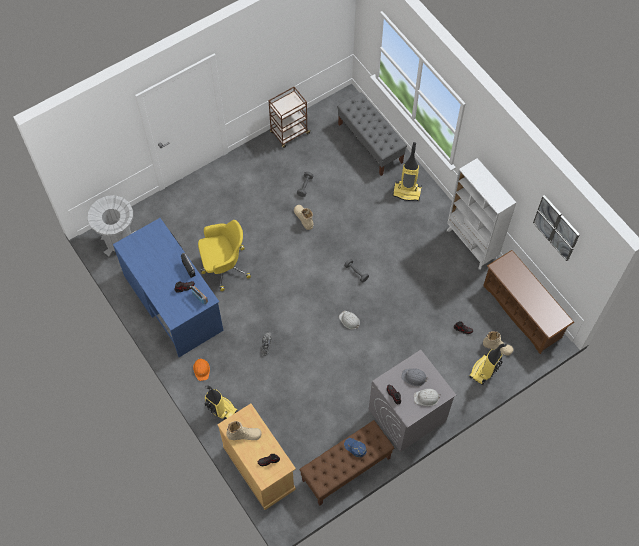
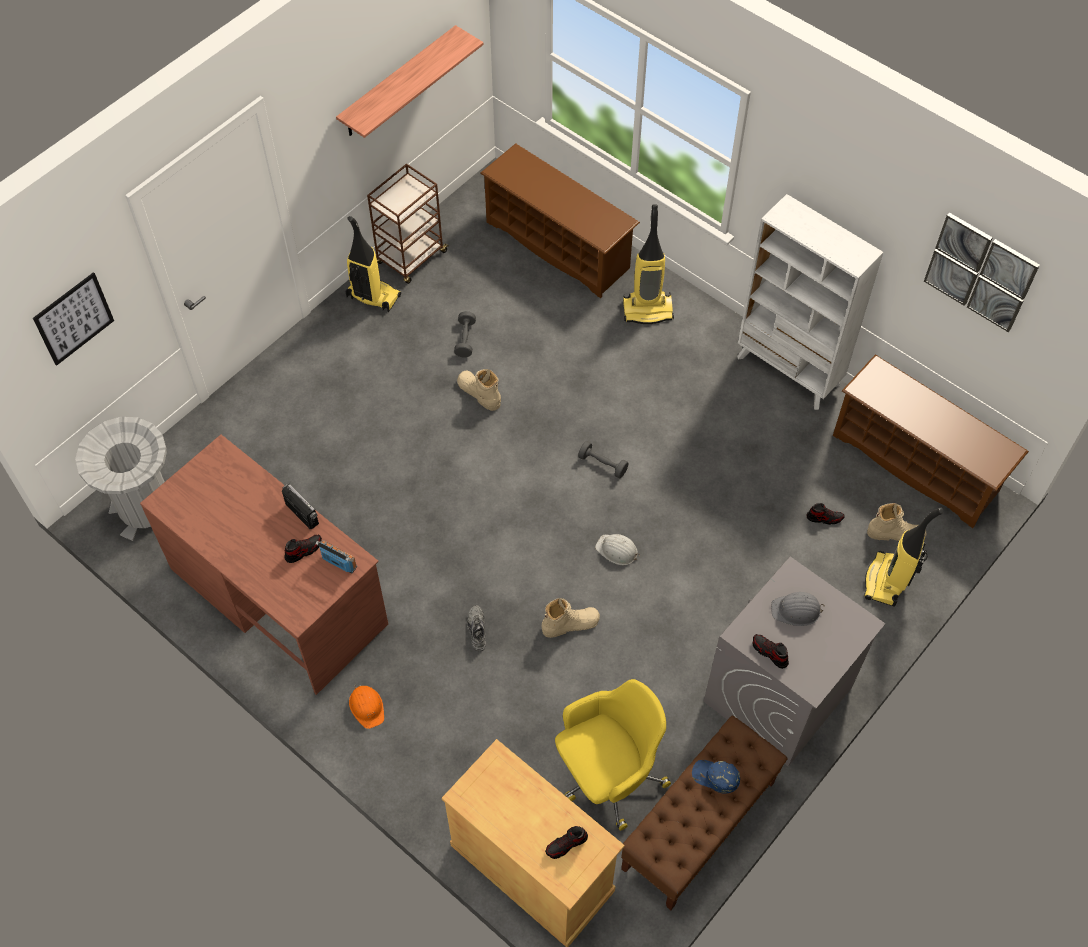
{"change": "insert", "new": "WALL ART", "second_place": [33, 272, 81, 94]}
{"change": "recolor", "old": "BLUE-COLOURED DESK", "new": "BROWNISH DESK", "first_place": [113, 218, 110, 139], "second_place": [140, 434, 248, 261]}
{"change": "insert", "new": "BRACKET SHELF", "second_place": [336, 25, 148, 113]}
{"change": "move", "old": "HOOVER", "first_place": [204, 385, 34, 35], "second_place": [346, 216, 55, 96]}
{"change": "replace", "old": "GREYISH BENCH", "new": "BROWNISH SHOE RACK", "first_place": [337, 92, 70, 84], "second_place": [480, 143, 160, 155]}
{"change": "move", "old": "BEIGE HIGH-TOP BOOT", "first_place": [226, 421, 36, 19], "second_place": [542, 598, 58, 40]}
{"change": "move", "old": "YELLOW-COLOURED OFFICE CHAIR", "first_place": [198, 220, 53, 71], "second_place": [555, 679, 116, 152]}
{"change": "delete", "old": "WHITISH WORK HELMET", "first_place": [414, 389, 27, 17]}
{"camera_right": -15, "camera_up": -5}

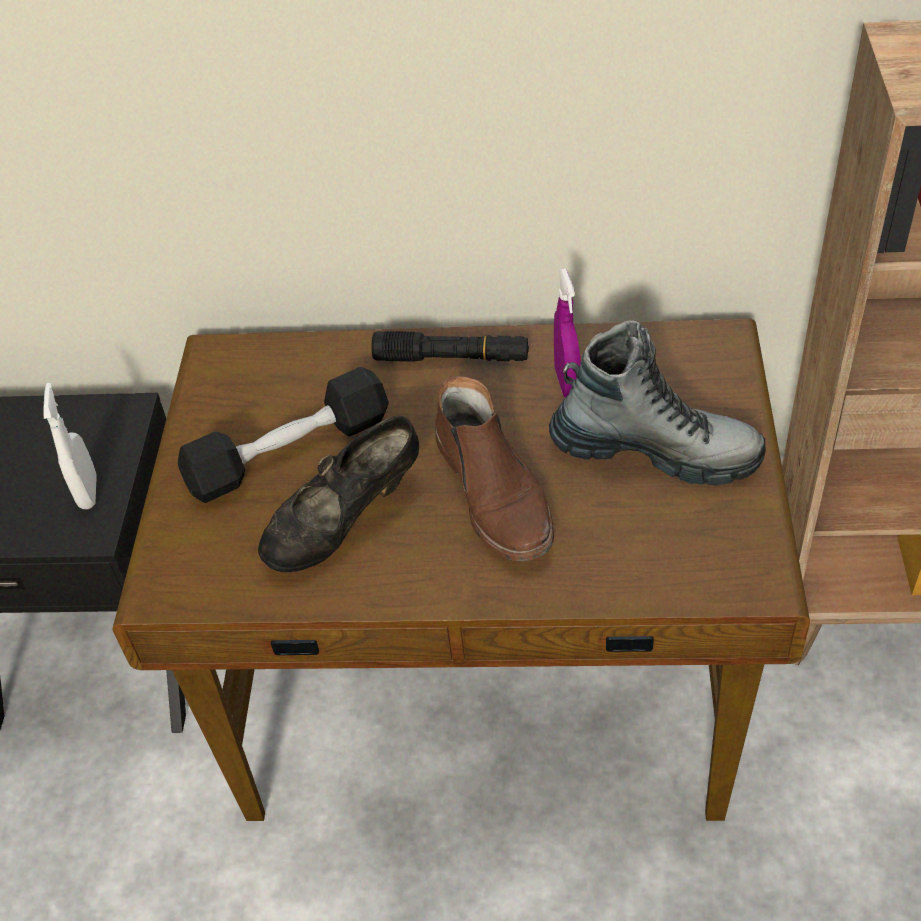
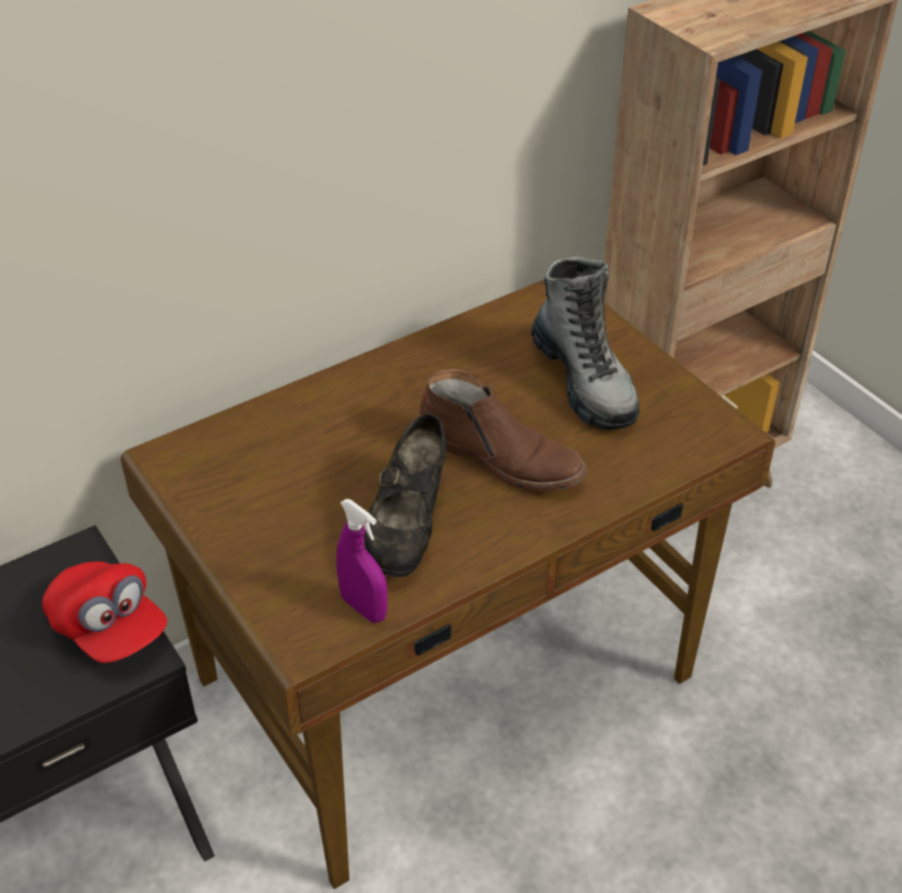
{"change": "replace", "old": "WHITISH SPRAYER", "new": "RED BASEBALL CAP", "first_place": [43, 383, 54, 126], "second_place": [42, 561, 125, 102]}
{"change": "move", "old": "PURPLISH SPRAYER", "first_place": [554, 268, 27, 129], "second_place": [336, 499, 51, 124]}
{"change": "rotate", "old": "HIGH-TOP BOOT", "first_place": [549, 320, 217, 165], "second_place": [531, 256, 109, 174], "degrees": 90}
{"change": "delete", "old": "BLACK-COLOURED HAND WEIGHT", "first_place": [178, 367, 211, 136]}
{"change": "delete", "old": "BLACK-COLOURED HAND TORCH", "first_place": [371, 331, 158, 31]}
{"camera_right": -40, "camera_up": -5}

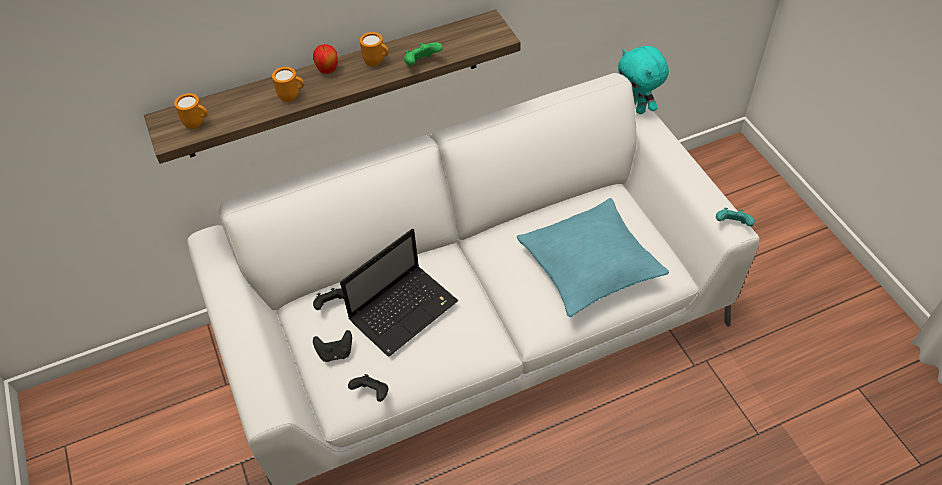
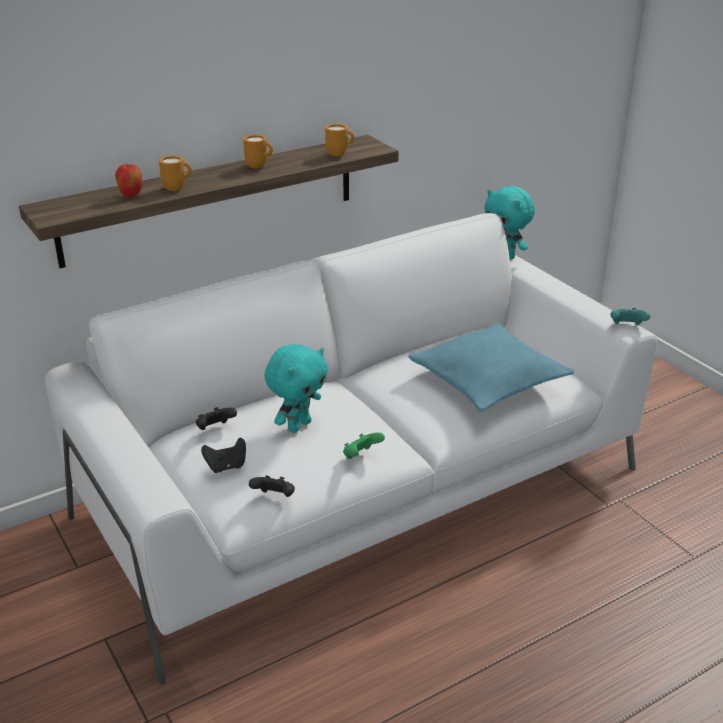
{"change": "move", "old": "APPLE FRUIT", "first_place": [313, 44, 25, 30], "second_place": [115, 163, 27, 34]}
{"change": "replace", "old": "LAPTOP", "new": "TURQUOISE-COLOURED SOFT TOY", "first_place": [340, 229, 119, 128], "second_place": [264, 344, 64, 89]}
{"change": "move", "old": "ORANGEY TEA MUG", "first_place": [174, 93, 34, 36], "second_place": [325, 124, 30, 33]}
{"change": "move", "old": "GREEN GAMEPAD", "first_place": [404, 43, 39, 23], "second_place": [343, 432, 42, 27]}
{"camera_right": -10, "camera_up": -20}

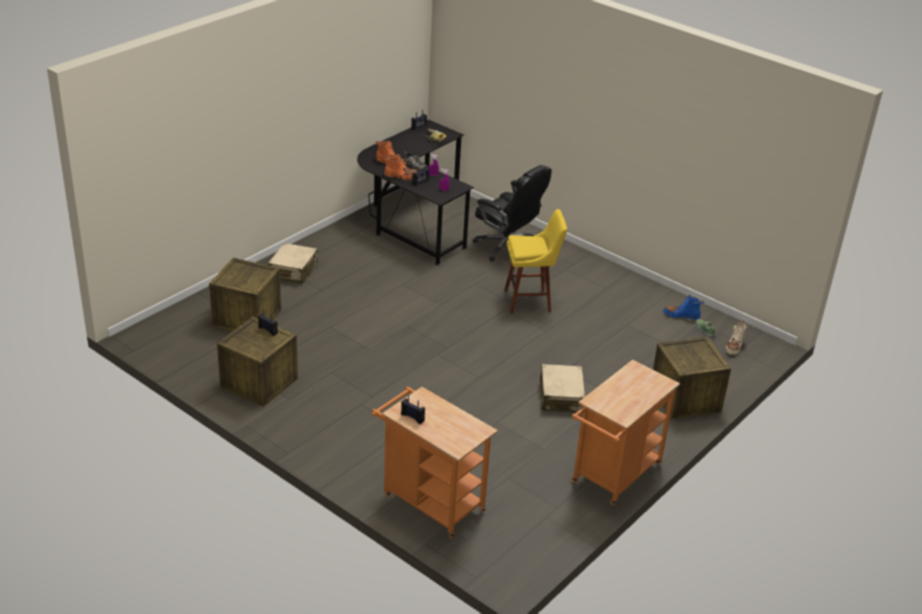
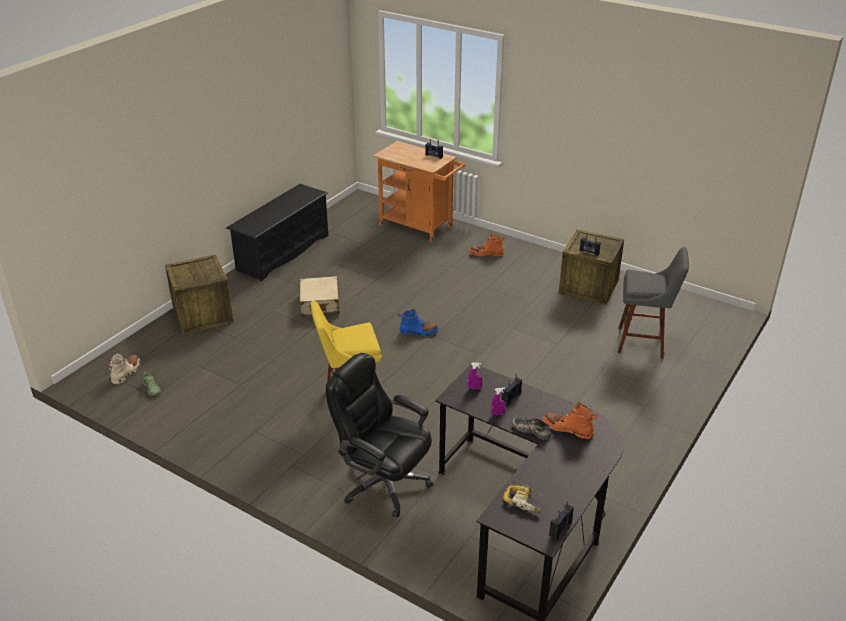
{"change": "replace", "old": "ORANGEY WHEELED CART", "new": "BLACK-COLOURED SHOE RACK", "first_place": [571, 360, 109, 145], "second_place": [226, 184, 102, 97]}
{"change": "move", "old": "BLUE-COLOURED HIGH-TOP BOOT", "first_place": [663, 295, 41, 25], "second_place": [398, 309, 41, 27]}
{"change": "move", "old": "ORANGEY HIGH-TOP BOOT", "first_place": [384, 154, 33, 26], "second_place": [469, 233, 36, 23]}
{"change": "replace", "old": "CRATE", "new": "GREYISH STOOL SEAT", "first_place": [209, 258, 72, 73], "second_place": [618, 247, 71, 111]}
{"change": "delete", "old": "BEIGE PIECE OF LUGGAGE", "first_place": [268, 243, 50, 41]}
{"camera_right": 175, "camera_up": 0}

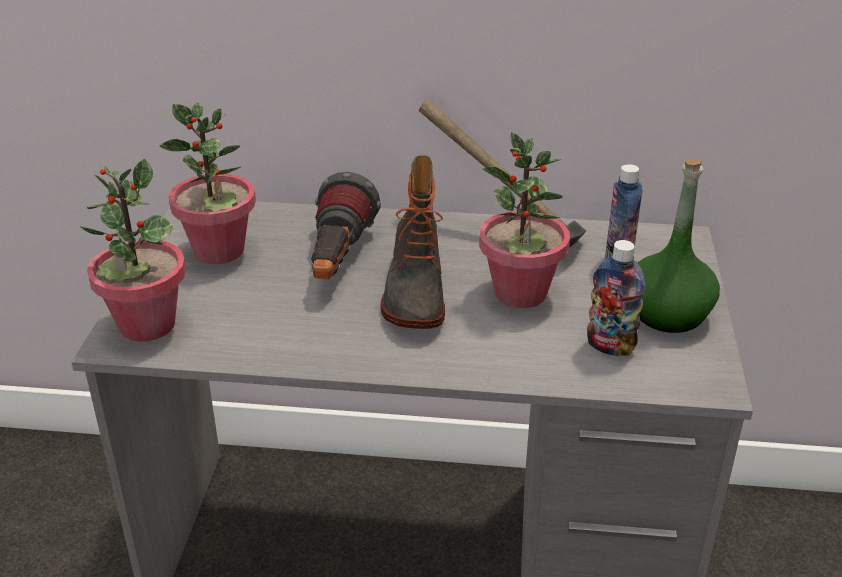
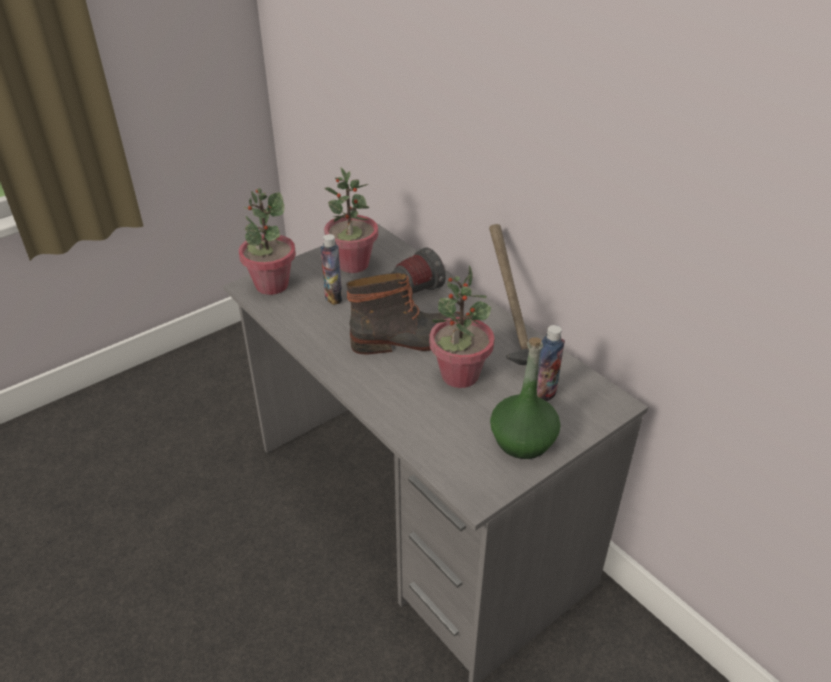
{"change": "move", "old": "BEVERAGE BOTTLE", "first_place": [587, 240, 58, 116], "second_place": [321, 234, 21, 71]}
{"change": "rotate", "old": "HIGH-TOP BOOT", "first_place": [380, 155, 65, 174], "second_place": [346, 273, 114, 81], "degrees": -150}
{"camera_right": 45, "camera_up": 5}

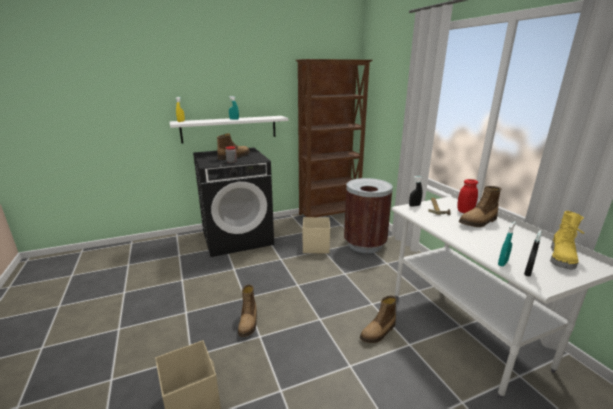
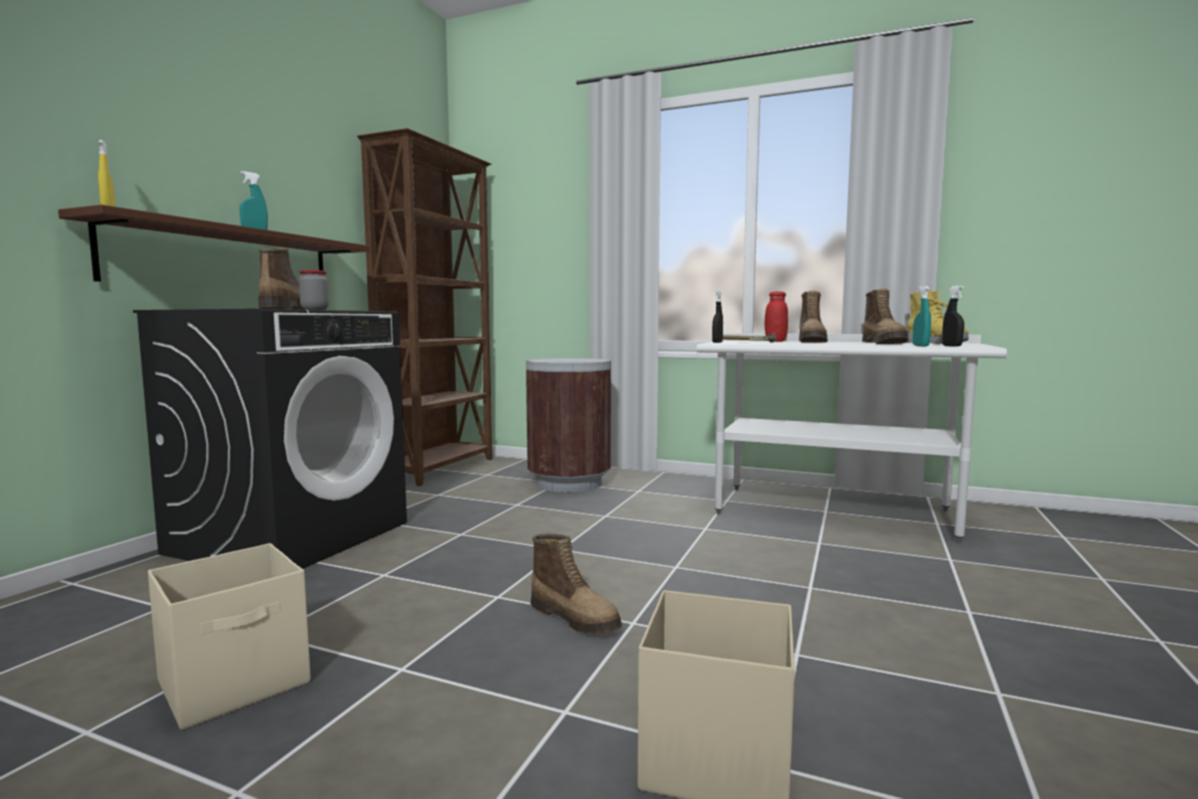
{"change": "recolor", "old": "WHITISH BRACKET SHELF", "new": "BROWNISH BRACKET SHELF", "first_place": [169, 116, 120, 28], "second_place": [58, 205, 312, 77]}
{"change": "move", "old": "BEIGE STORAGE CONTAINER", "first_place": [303, 217, 27, 37], "second_place": [148, 543, 163, 187]}
{"change": "move", "old": "HIGH-TOP BOOT", "first_place": [360, 296, 37, 47], "second_place": [862, 289, 46, 55]}
{"camera_right": -45, "camera_up": -15}

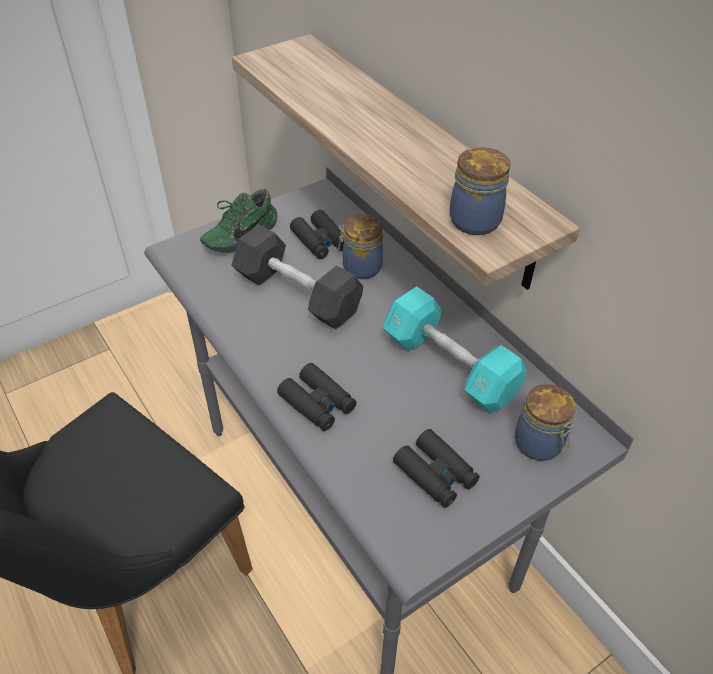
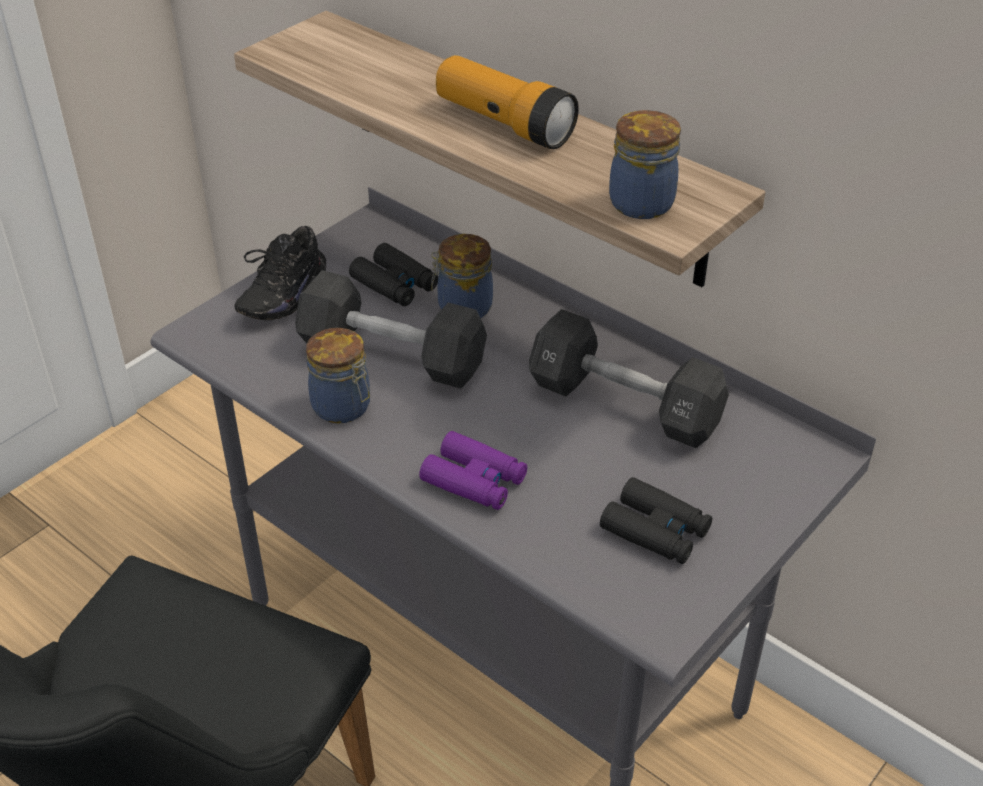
{"change": "recolor", "old": "GREEN SHOE", "new": "BLACK-COLOURED SHOE", "first_place": [200, 189, 77, 64], "second_place": [234, 226, 92, 94]}
{"change": "move", "old": "JAR", "first_place": [515, 384, 60, 77], "second_place": [306, 328, 64, 95]}
{"change": "recolor", "old": "BLACK-COLOURED PAIR OF BINOCULARS", "new": "PURPLISH PAIR OF BINOCULARS", "first_place": [277, 363, 80, 68], "second_place": [419, 431, 108, 79]}
{"change": "insert", "new": "HAND TORCH", "second_place": [436, 55, 143, 94]}
{"change": "recolor", "old": "TURQUOISE-COLOURED HAND WEIGHT", "new": "BLACK-COLOURED HAND WEIGHT", "first_place": [383, 286, 144, 127], "second_place": [529, 309, 200, 139]}
{"camera_right": -15, "camera_up": -5}

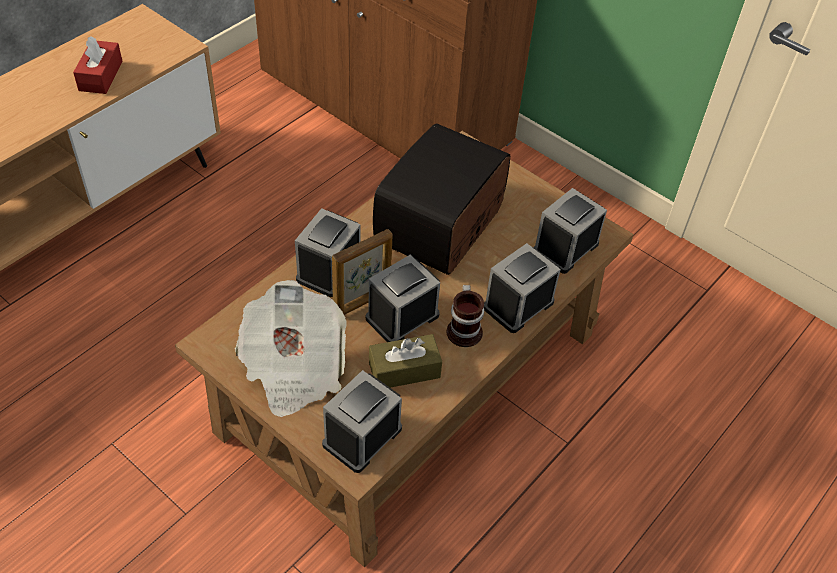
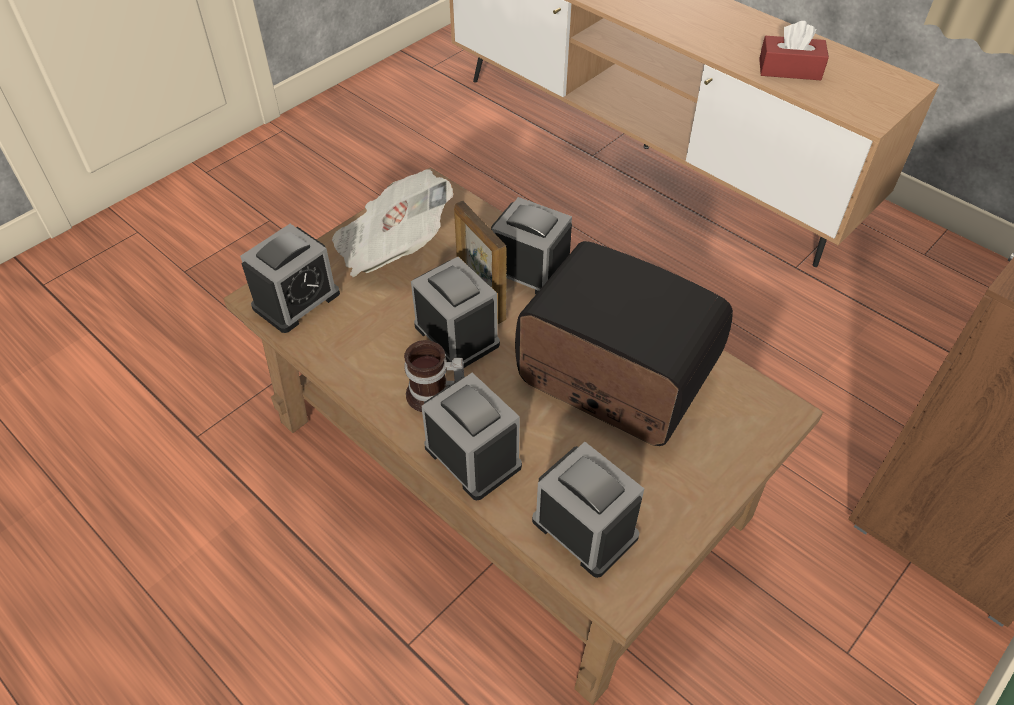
{"change": "rotate", "old": "TABLE CLOCK", "first_place": [322, 370, 80, 103], "second_place": [240, 224, 100, 109], "degrees": 90}
{"change": "delete", "old": "BROWNISH BOX OF TISSUES", "first_place": [369, 334, 73, 54]}
{"camera_right": 95, "camera_up": 0}

